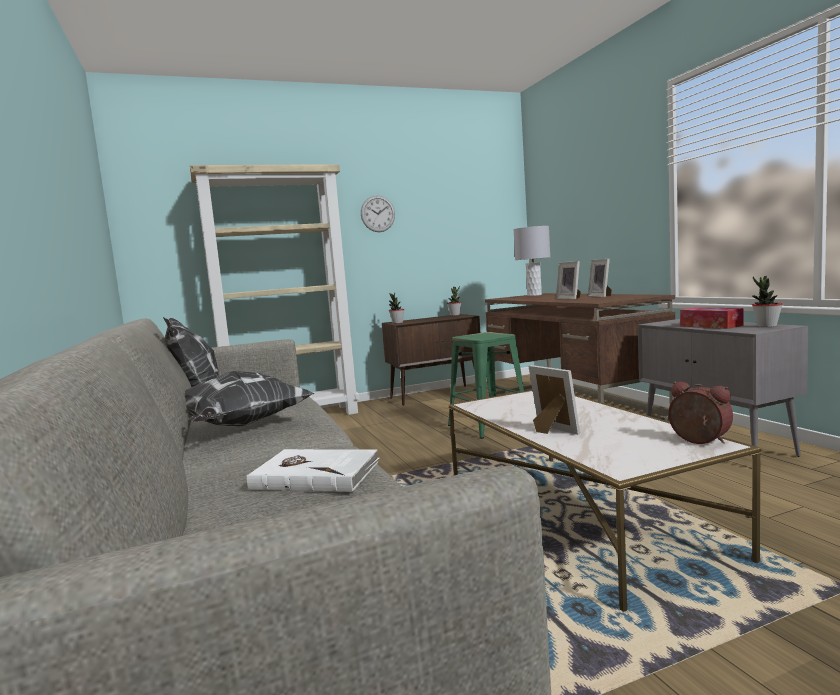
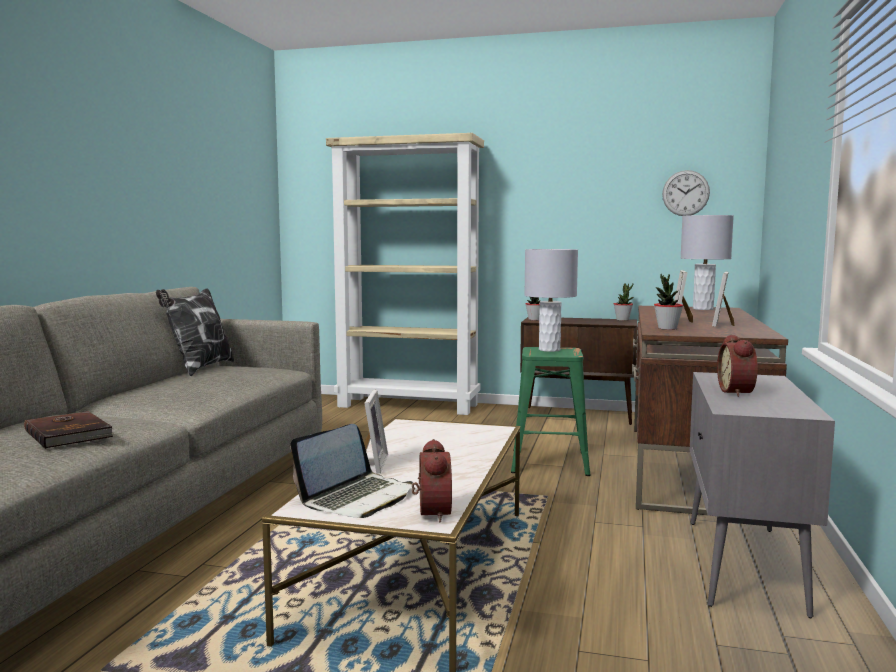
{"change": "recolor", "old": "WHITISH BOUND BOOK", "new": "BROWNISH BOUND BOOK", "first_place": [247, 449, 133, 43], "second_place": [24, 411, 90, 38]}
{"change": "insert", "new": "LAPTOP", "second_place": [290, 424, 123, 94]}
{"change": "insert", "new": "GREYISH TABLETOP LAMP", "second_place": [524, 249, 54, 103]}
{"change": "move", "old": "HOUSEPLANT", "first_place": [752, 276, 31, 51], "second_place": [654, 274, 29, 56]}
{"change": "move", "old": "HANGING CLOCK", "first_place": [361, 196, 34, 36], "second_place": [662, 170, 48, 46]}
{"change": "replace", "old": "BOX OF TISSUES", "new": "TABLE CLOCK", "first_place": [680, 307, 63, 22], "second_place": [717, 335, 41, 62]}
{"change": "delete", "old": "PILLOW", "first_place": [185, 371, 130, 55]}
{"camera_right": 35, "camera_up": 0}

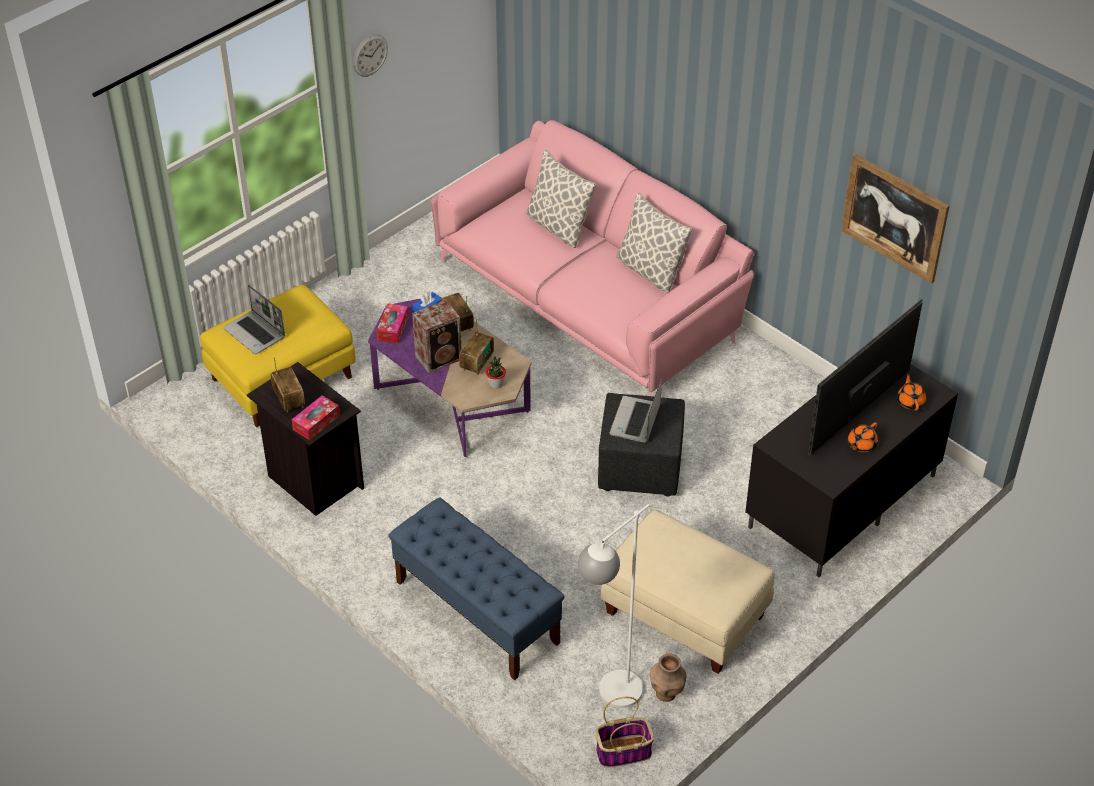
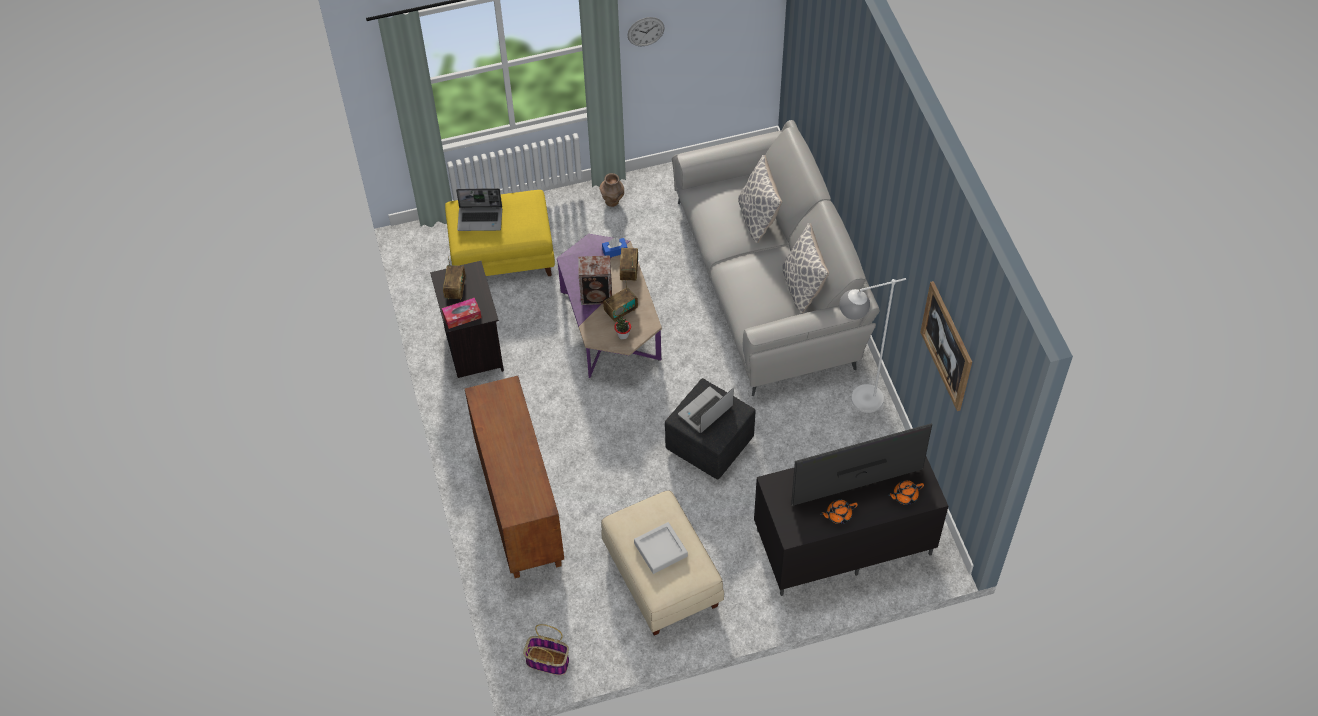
{"change": "rotate", "old": "LAPTOP", "first_place": [223, 284, 62, 70], "second_place": [456, 188, 46, 43], "degrees": -75}
{"change": "replace", "old": "BLUE-COLOURED BENCH", "new": "BROWNISH STORAGE CABINET", "first_place": [389, 497, 176, 184], "second_place": [465, 376, 99, 202]}
{"change": "move", "old": "BROWNISH FLOWER VASE", "first_place": [650, 654, 37, 48], "second_place": [599, 173, 25, 34]}
{"change": "insert", "new": "GREYISH TRAY", "second_place": [634, 522, 54, 52]}
{"change": "recolor", "old": "PINK-COLOURED COUCH", "new": "GREYISH COUCH", "first_place": [431, 120, 323, 276], "second_place": [672, 120, 208, 276]}
{"change": "move", "old": "WHITISH STANDARD LAMP", "first_place": [578, 504, 72, 204], "second_place": [839, 278, 67, 135]}
{"change": "rotate", "old": "ORANGEY TEAPOT", "first_place": [897, 372, 29, 39], "second_place": [888, 480, 36, 25], "degrees": -135}
{"change": "delete", "old": "BOX OF TISSUES", "first_place": [377, 303, 31, 40]}
{"camera_right": 30, "camera_up": 10}

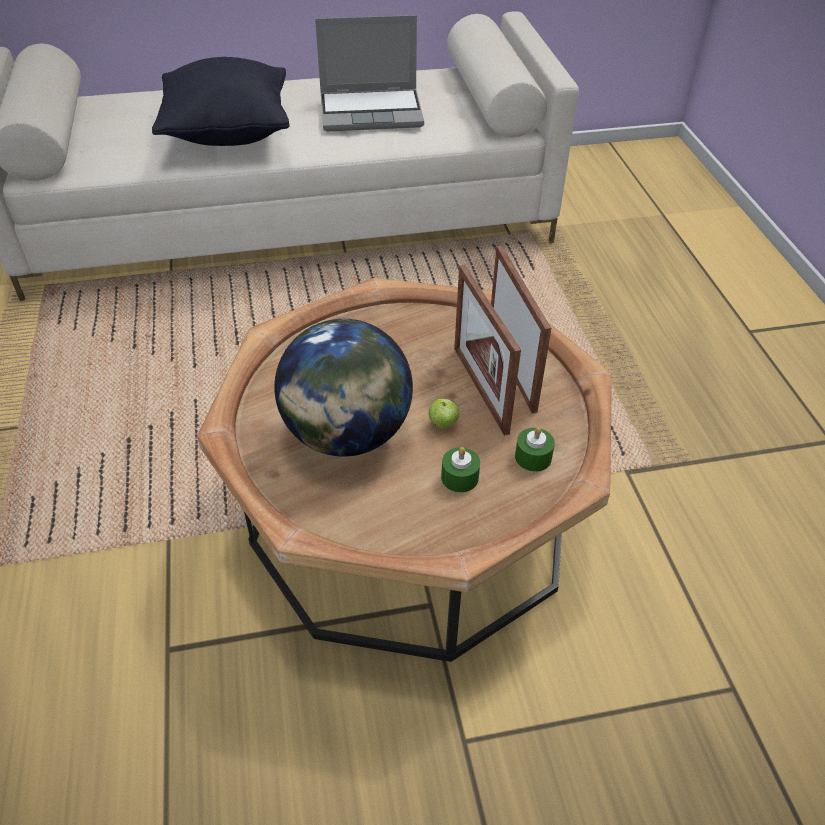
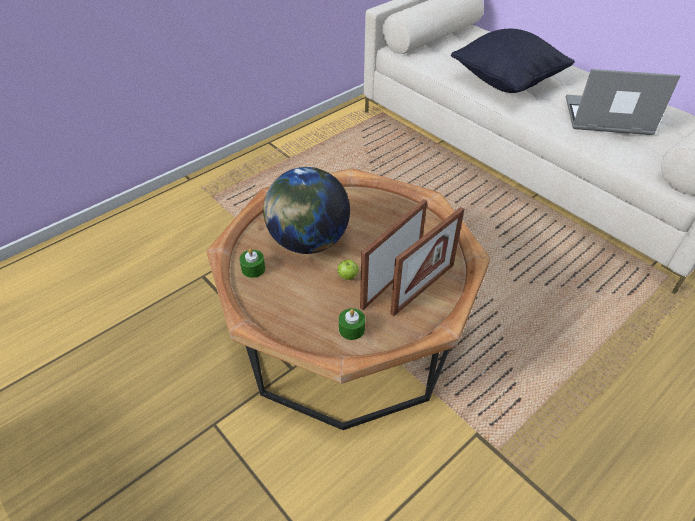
{"change": "move", "old": "GREEN WAX CANDLE", "first_place": [441, 447, 39, 46], "second_place": [239, 249, 26, 29]}
{"change": "rotate", "old": "LAPTOP", "first_place": [315, 15, 109, 117], "second_place": [566, 69, 115, 66], "degrees": 135}
{"camera_right": 60, "camera_up": 0}

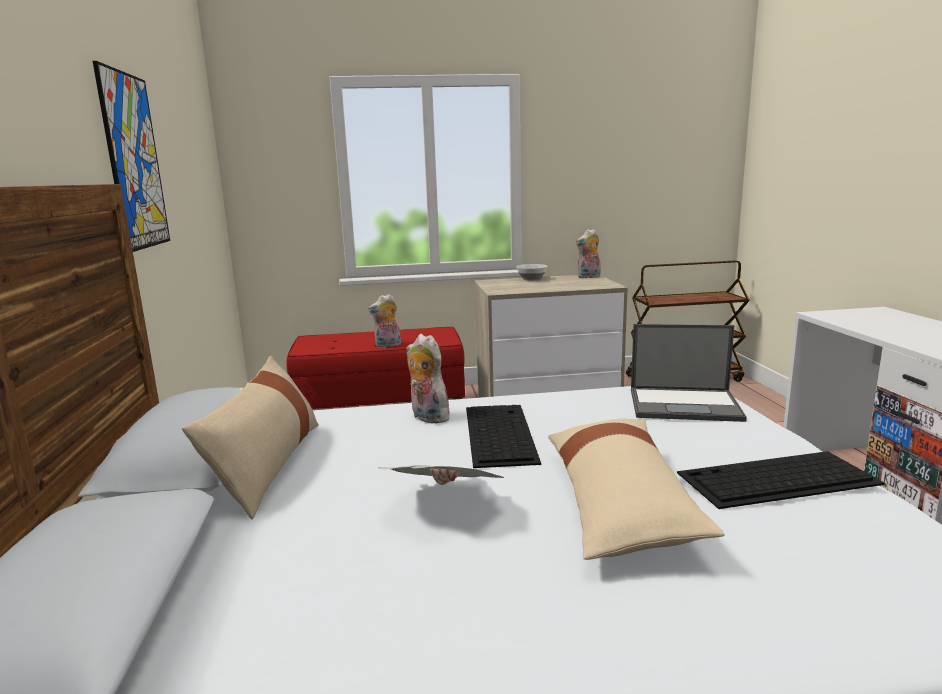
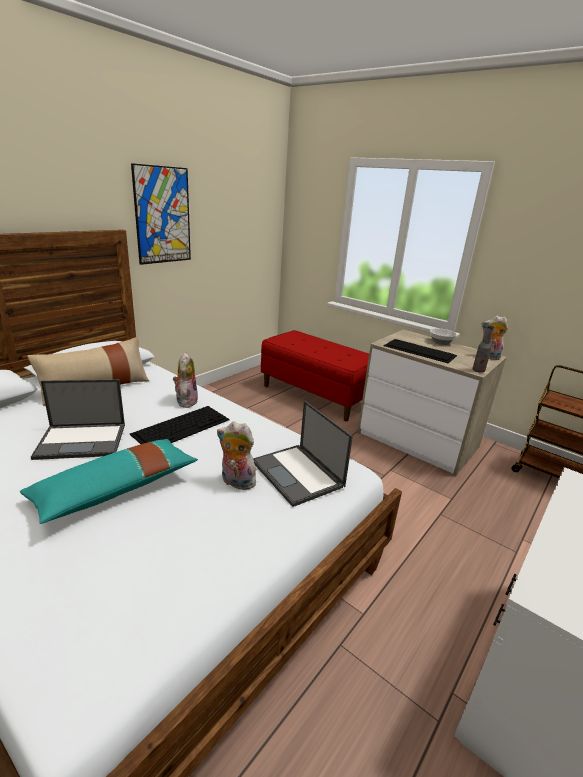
{"change": "recolor", "old": "BEIGE PILLOW", "new": "TURQUOISE-COLOURED PILLOW", "first_place": [548, 419, 177, 141], "second_place": [20, 439, 178, 85]}
{"change": "replace", "old": "DAILY PAPER", "new": "LAPTOP", "first_place": [378, 465, 126, 20], "second_place": [31, 379, 94, 81]}
{"change": "move", "old": "SOFT TOY", "first_place": [368, 294, 33, 54], "second_place": [217, 421, 39, 69]}
{"change": "move", "old": "KEYBOARD", "first_place": [677, 451, 208, 58], "second_place": [384, 339, 73, 25]}
{"change": "insert", "new": "BEVERAGE BOTTLE", "second_place": [473, 325, 21, 48]}
{"camera_right": 45, "camera_up": 10}

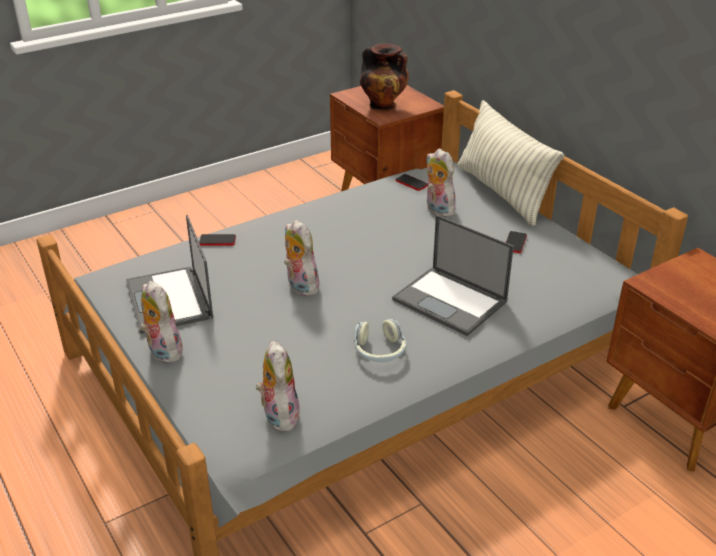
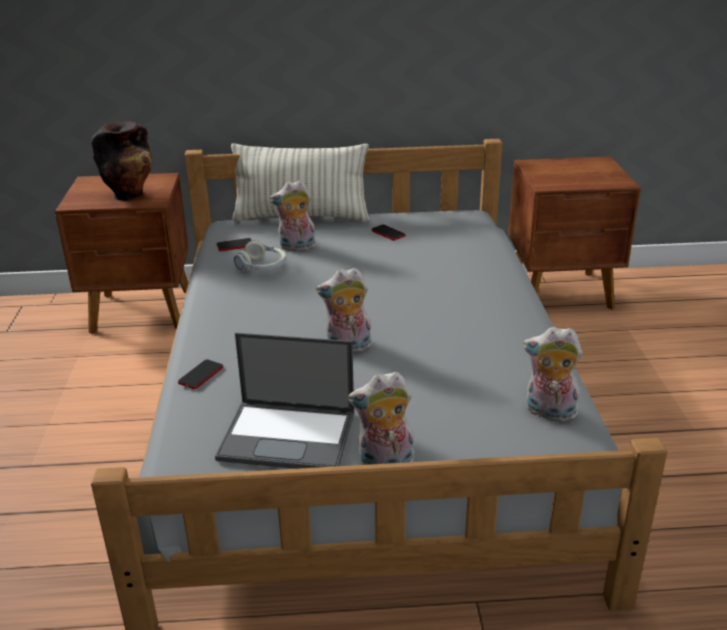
{"change": "move", "old": "HEADPHONES", "first_place": [354, 319, 52, 44], "second_place": [234, 240, 53, 31]}
{"change": "delete", "old": "LAPTOP", "first_place": [392, 215, 122, 121]}
{"camera_right": -60, "camera_up": -5}

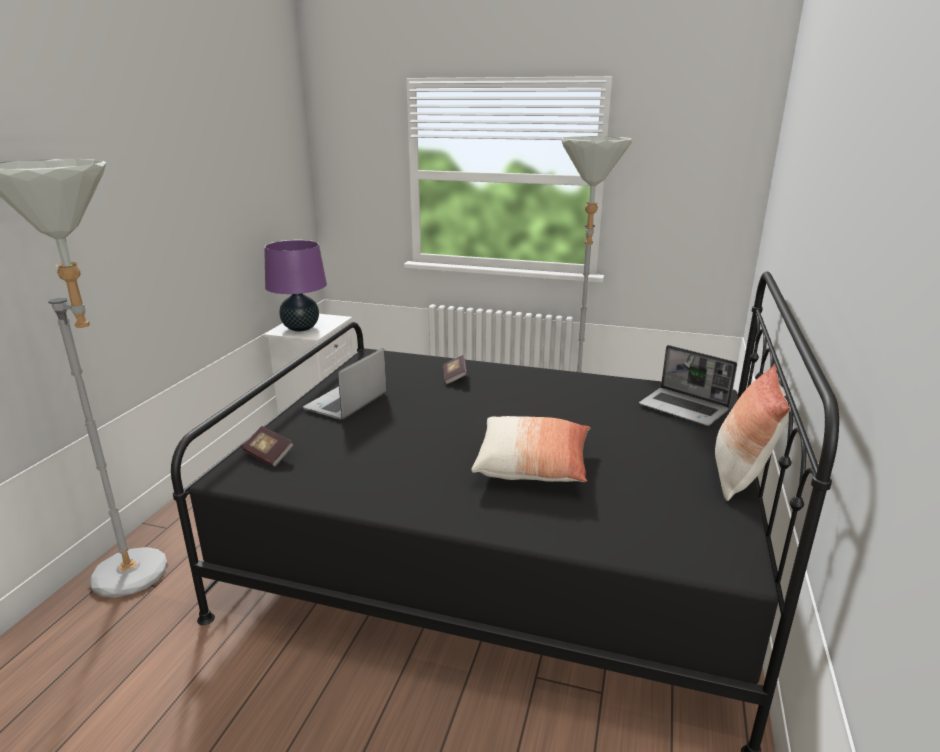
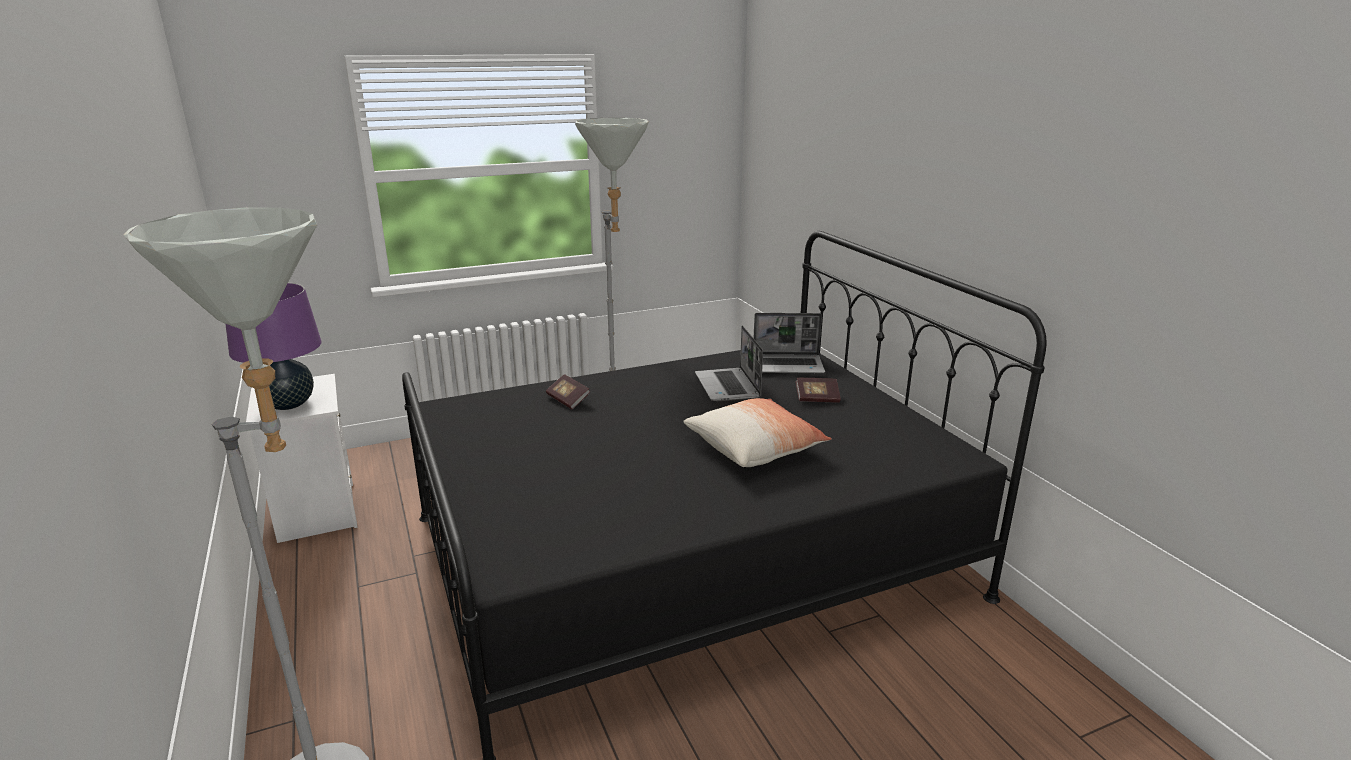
{"change": "move", "old": "LAPTOP", "first_place": [303, 348, 84, 72], "second_place": [695, 325, 68, 76]}
{"change": "move", "old": "BOUND BOOK", "first_place": [242, 426, 52, 41], "second_place": [795, 378, 46, 25]}
{"change": "delete", "old": "PILLOW", "first_place": [715, 362, 76, 139]}
{"camera_right": -40, "camera_up": 0}

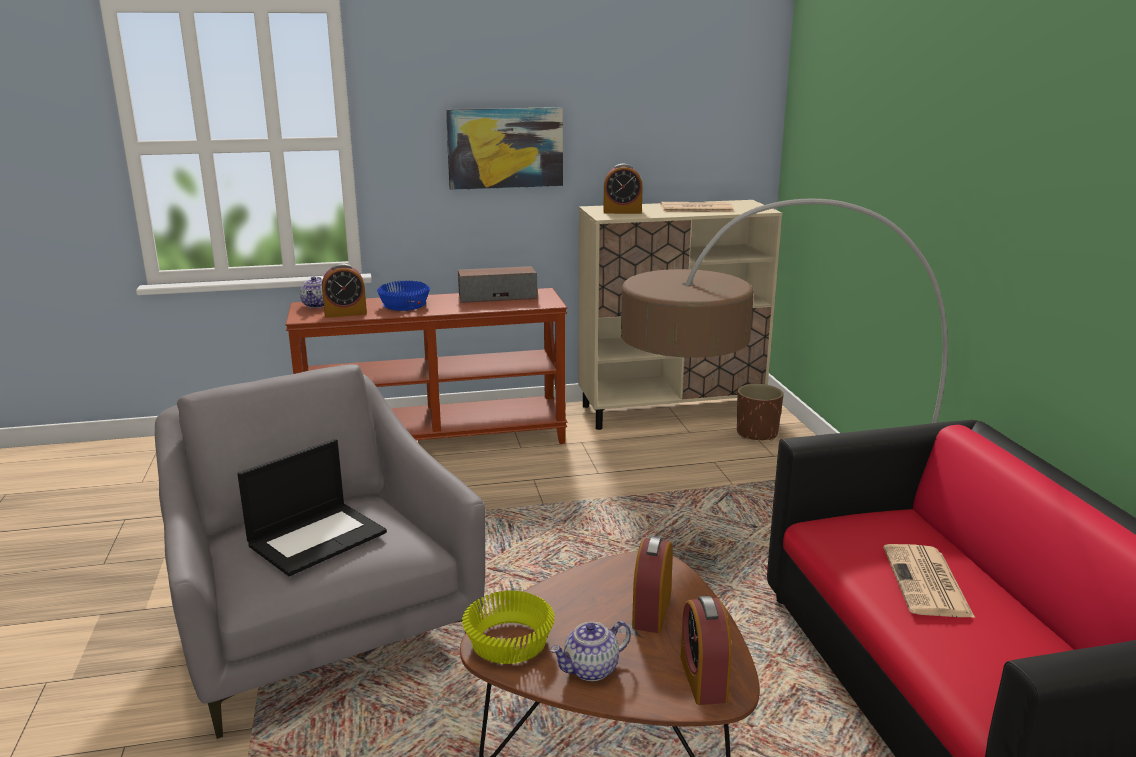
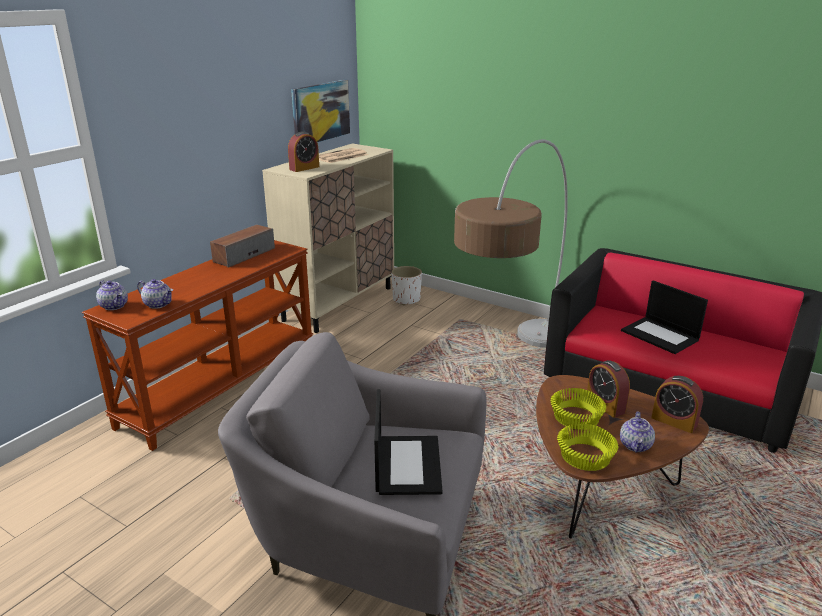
{"change": "replace", "old": "TABLE CLOCK", "new": "TEAPOT", "first_place": [322, 263, 45, 55], "second_place": [137, 279, 36, 30]}
{"change": "move", "old": "WALL ART", "first_place": [446, 107, 117, 83], "second_place": [291, 80, 59, 62]}
{"change": "recolor", "old": "BROWNISH FLOWER POT", "new": "WHITISH FLOWER POT", "first_place": [737, 384, 47, 57], "second_place": [391, 266, 31, 40]}
{"change": "insert", "new": "YELLOW-COLOURED SERVING BOWL", "second_place": [550, 388, 56, 42]}
{"change": "replace", "old": "DAILY PAPER", "new": "LAPTOP", "first_place": [883, 544, 92, 74], "second_place": [621, 280, 87, 74]}
{"change": "delete", "old": "BLUE-COLOURED SERVING BOWL", "first_place": [377, 281, 53, 30]}
{"camera_right": -45, "camera_up": 5}

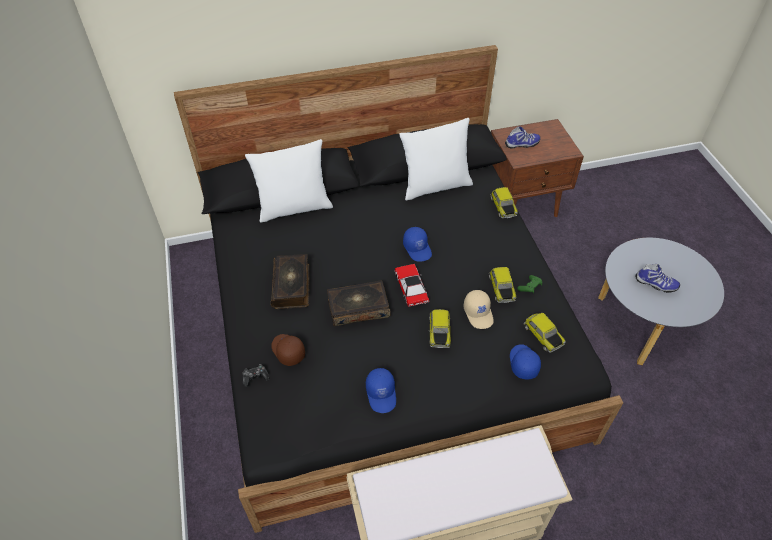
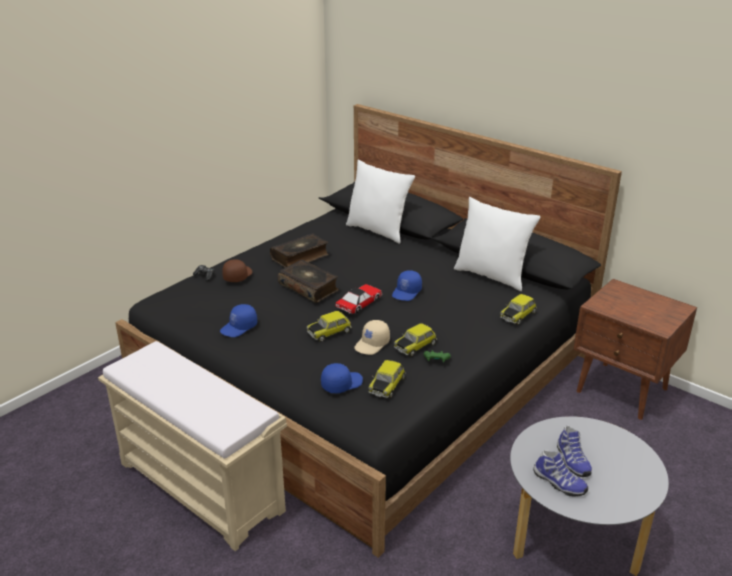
{"change": "move", "old": "SHOE", "first_place": [505, 126, 36, 22], "second_place": [533, 450, 55, 47]}
{"camera_right": 55, "camera_up": -20}

